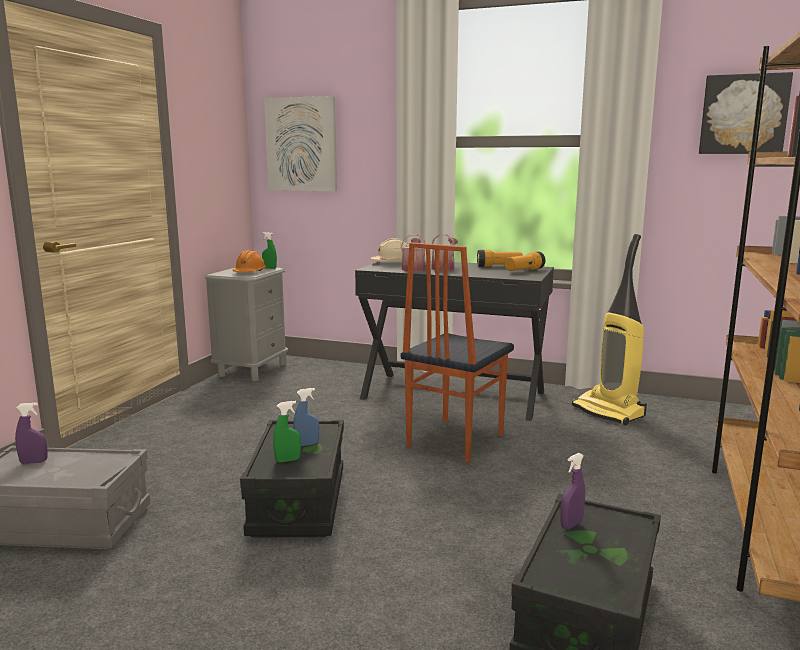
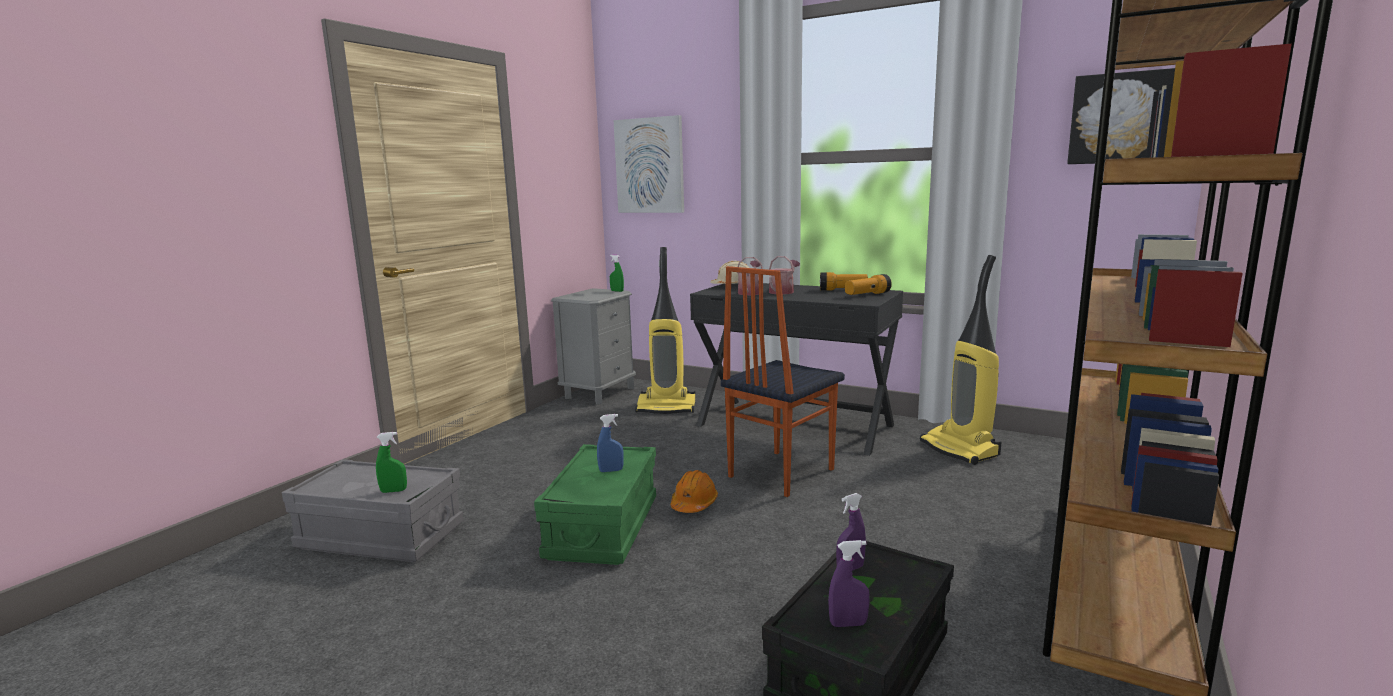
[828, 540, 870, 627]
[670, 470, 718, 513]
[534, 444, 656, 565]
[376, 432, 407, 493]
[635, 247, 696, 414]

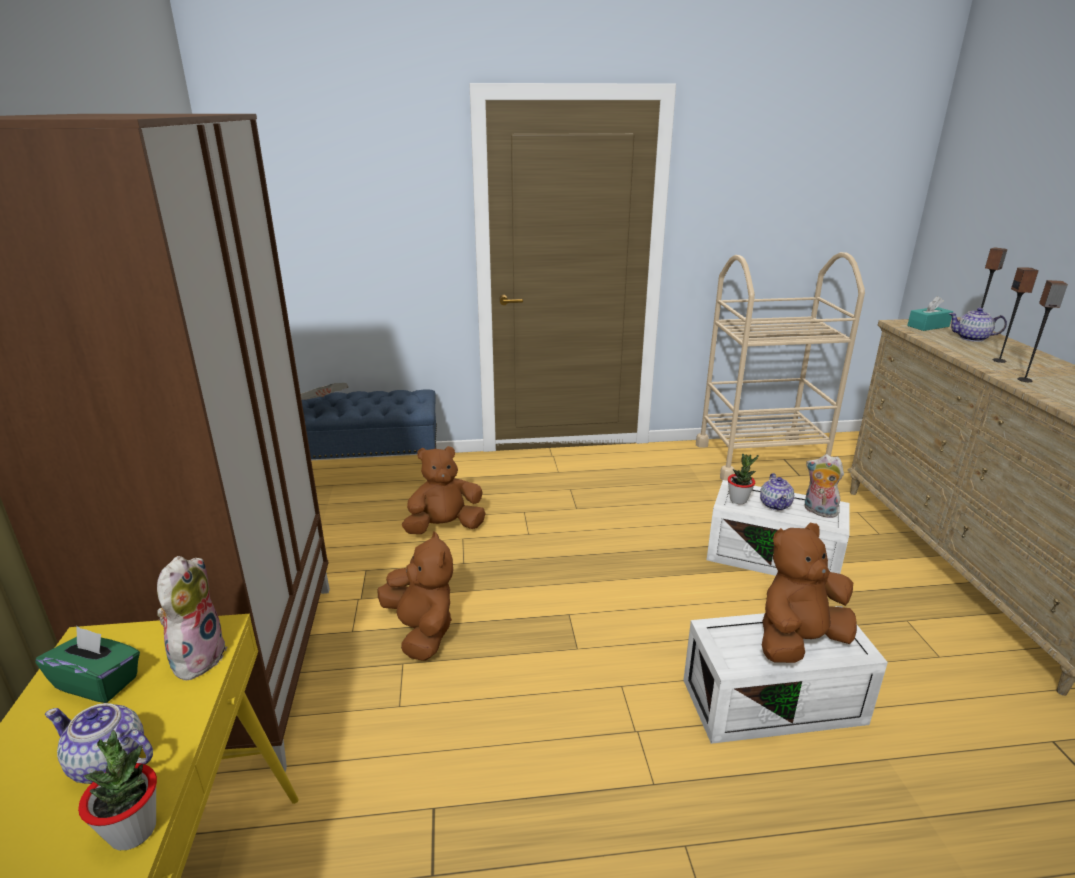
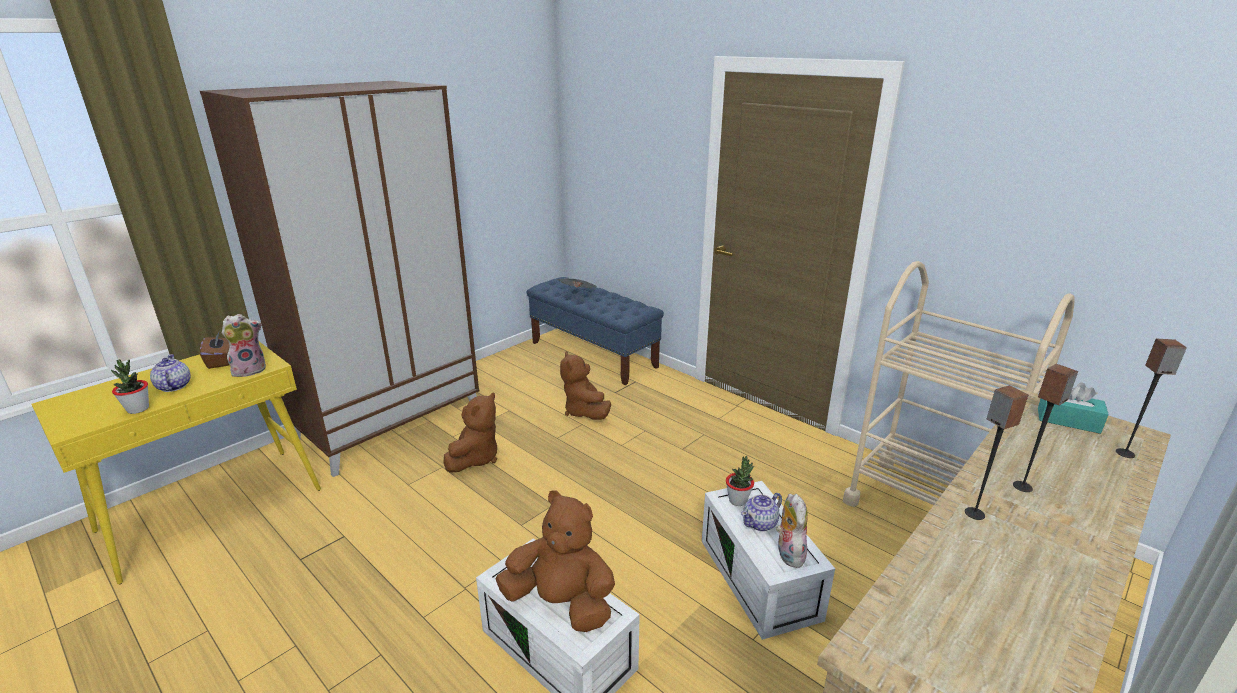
[200, 332, 229, 369]
[560, 351, 611, 420]
[949, 308, 1007, 342] (first image)

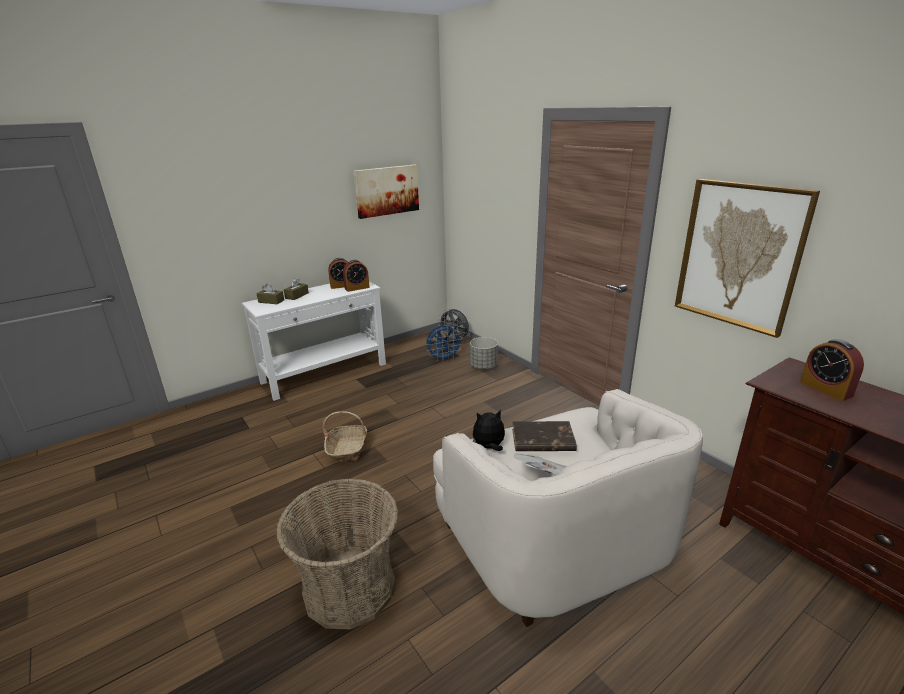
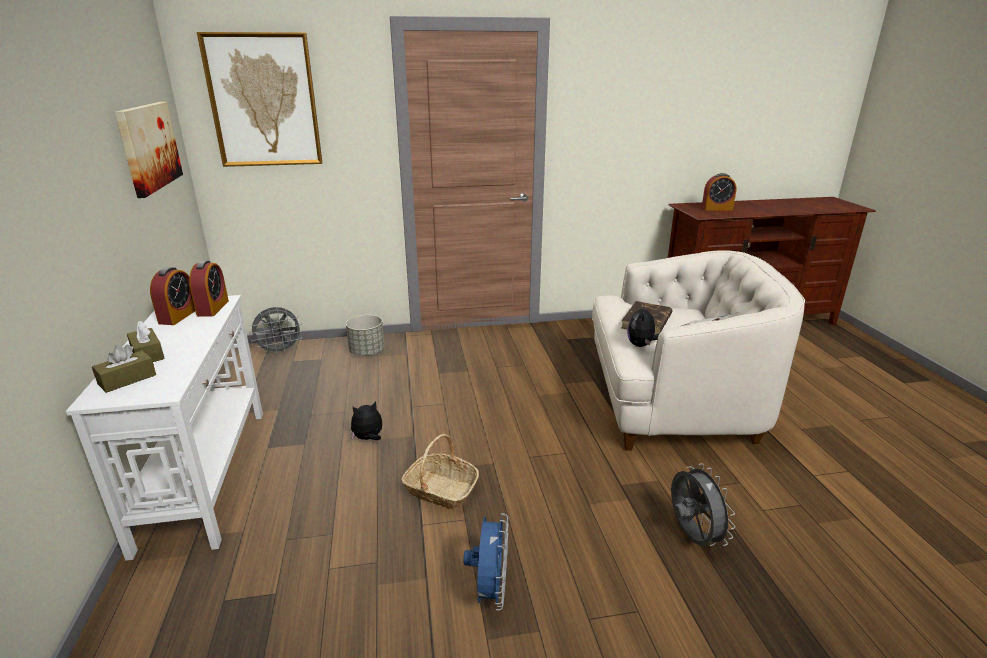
[671, 463, 735, 546]
[463, 513, 508, 610]
[197, 32, 322, 167]
[351, 401, 382, 440]

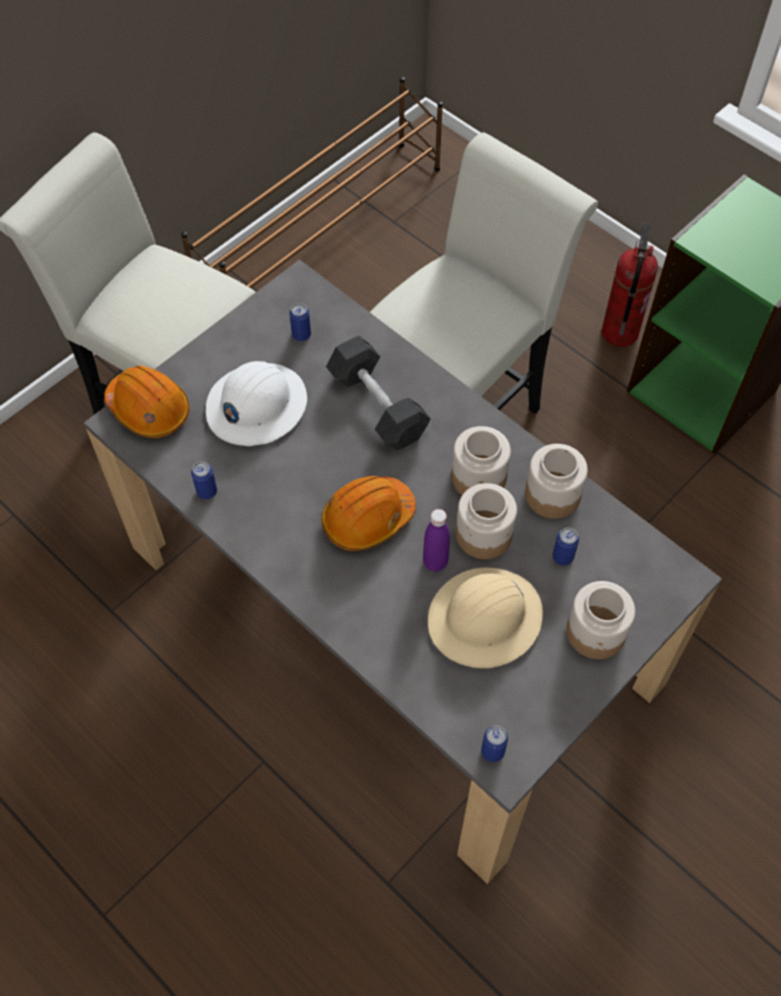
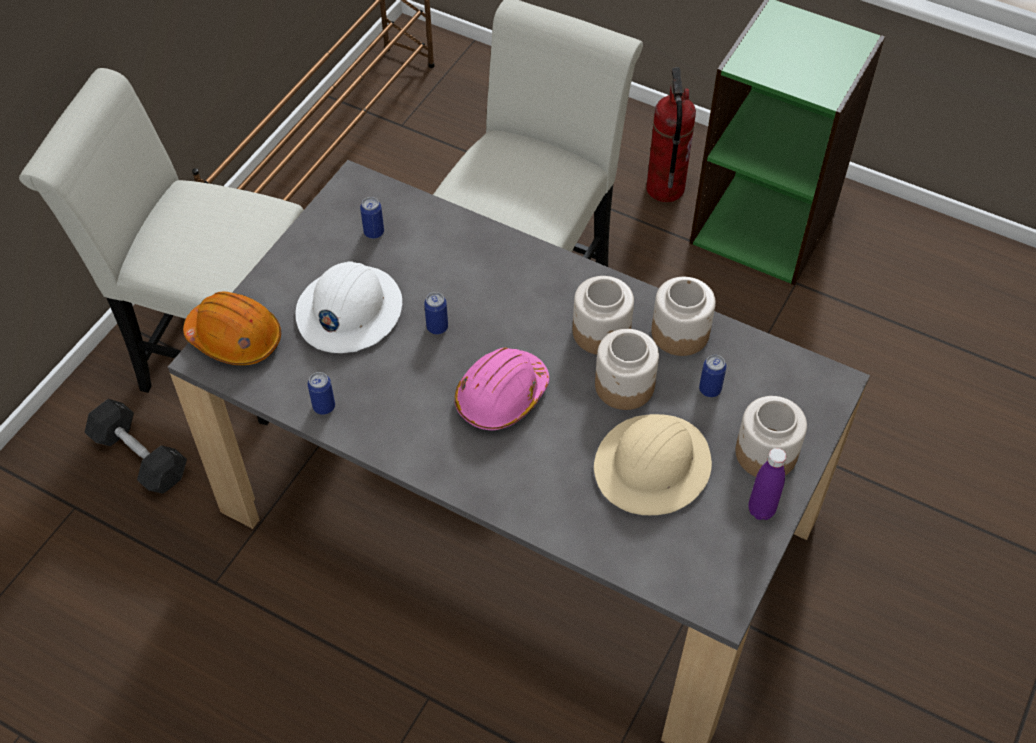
[455, 348, 550, 430]
[84, 399, 187, 494]
[748, 448, 786, 520]
[424, 292, 448, 335]

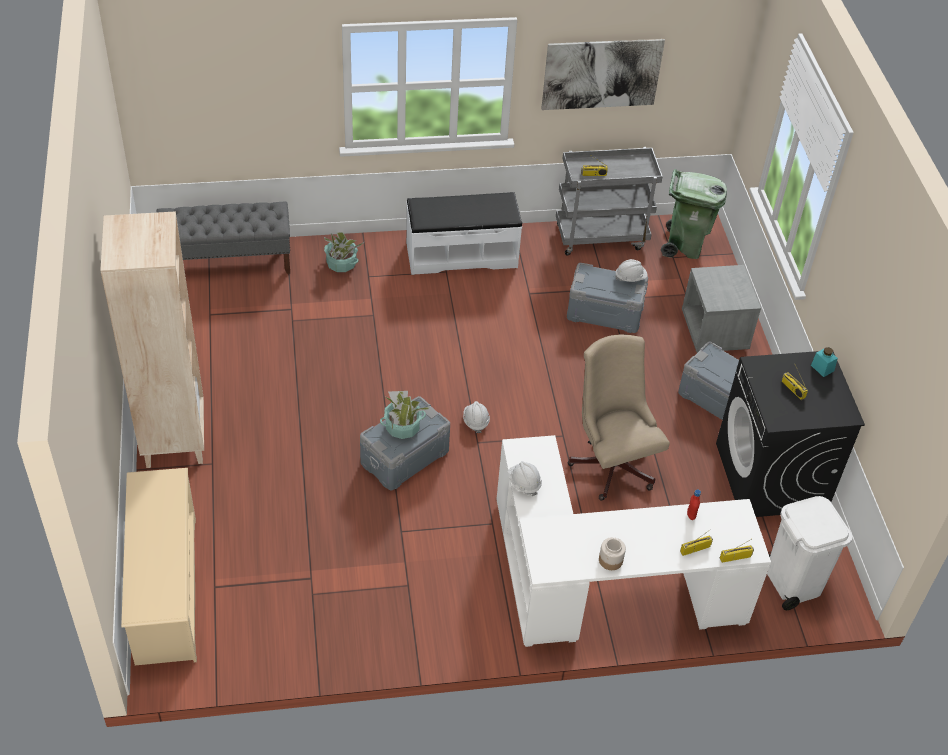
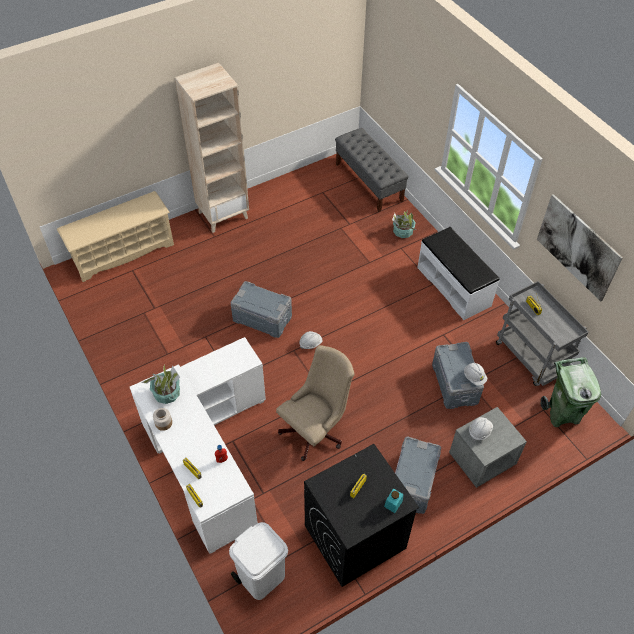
[141, 364, 180, 404]
[469, 417, 493, 442]

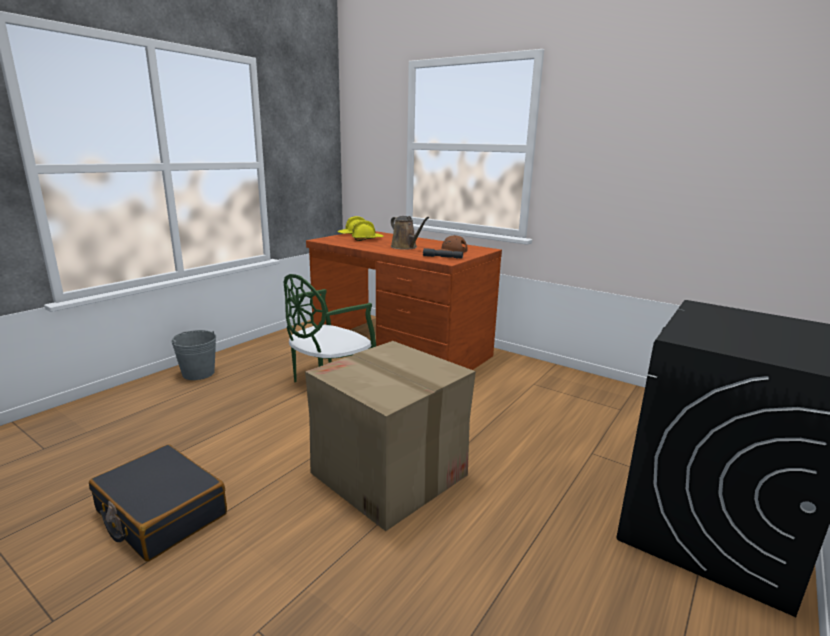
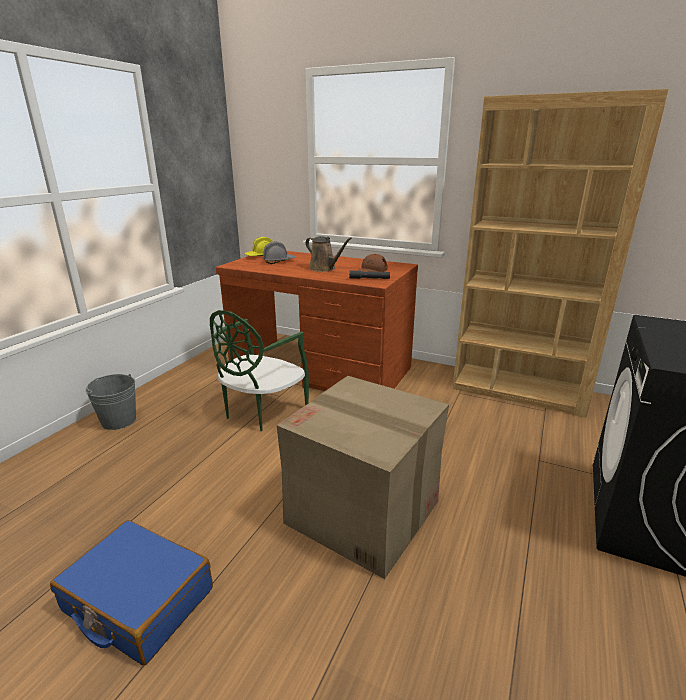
[50, 520, 213, 665]
[262, 242, 296, 264]
[452, 89, 669, 418]

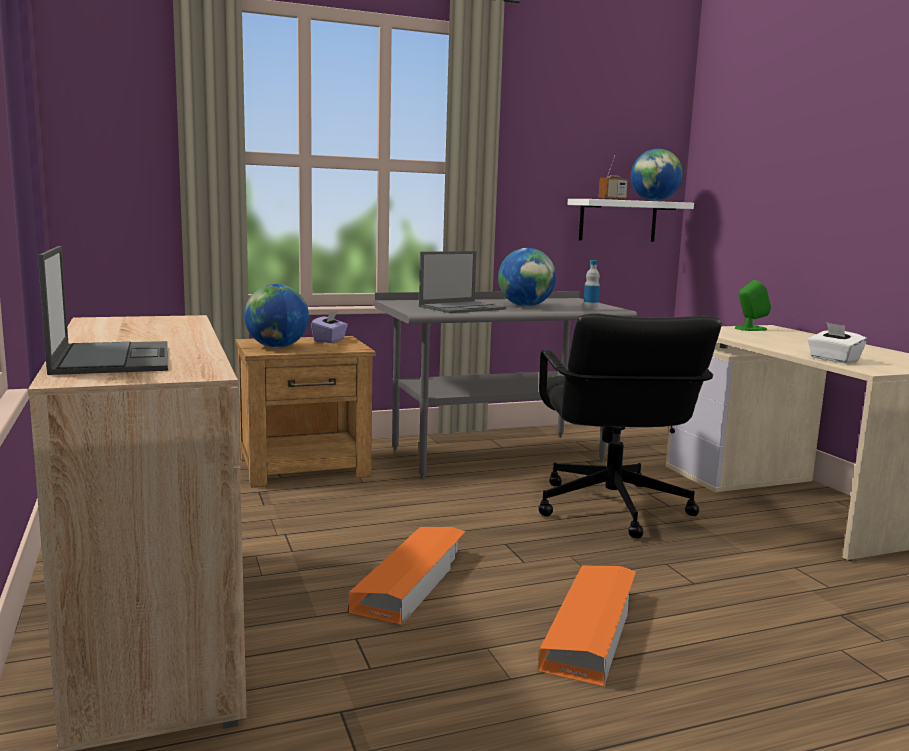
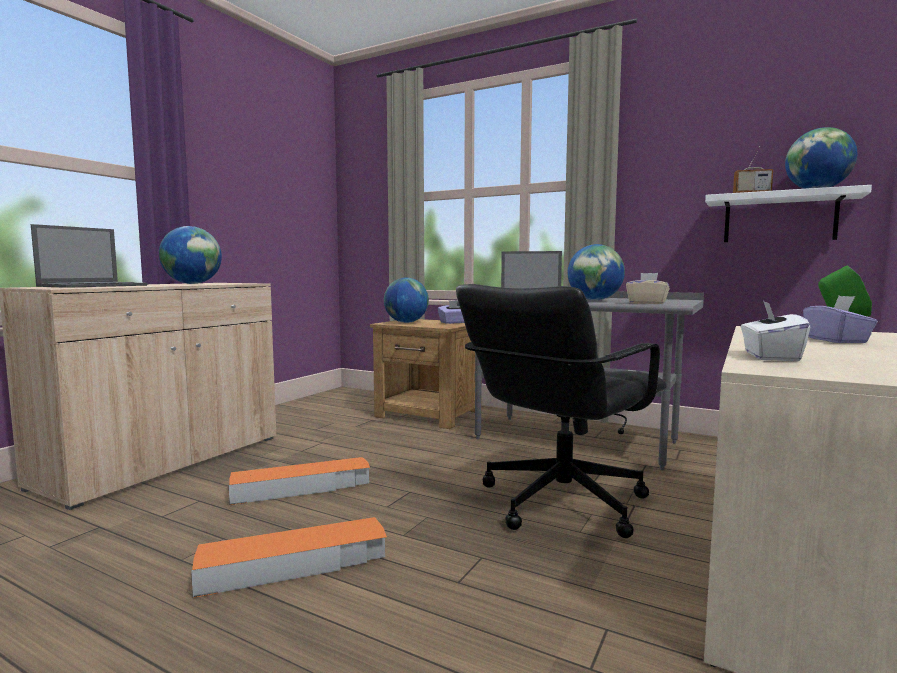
[626, 273, 670, 304]
[159, 226, 222, 284]
[803, 295, 878, 343]

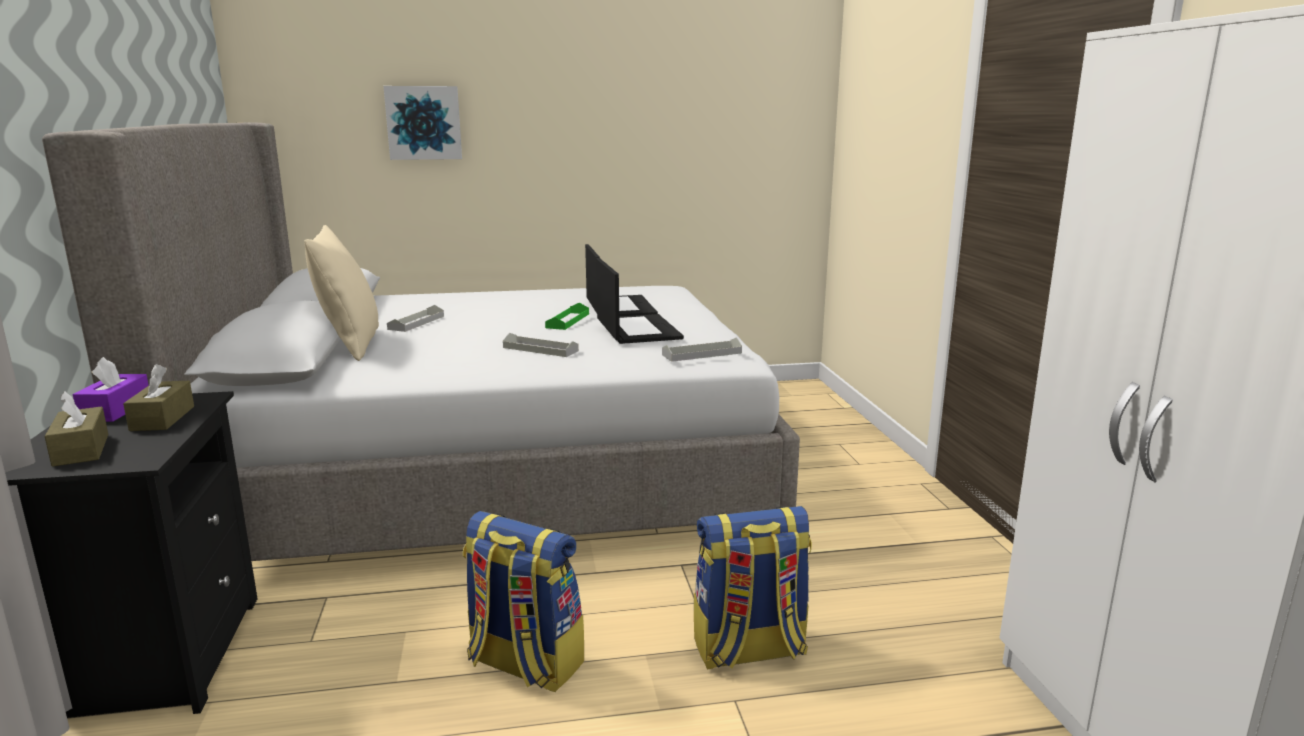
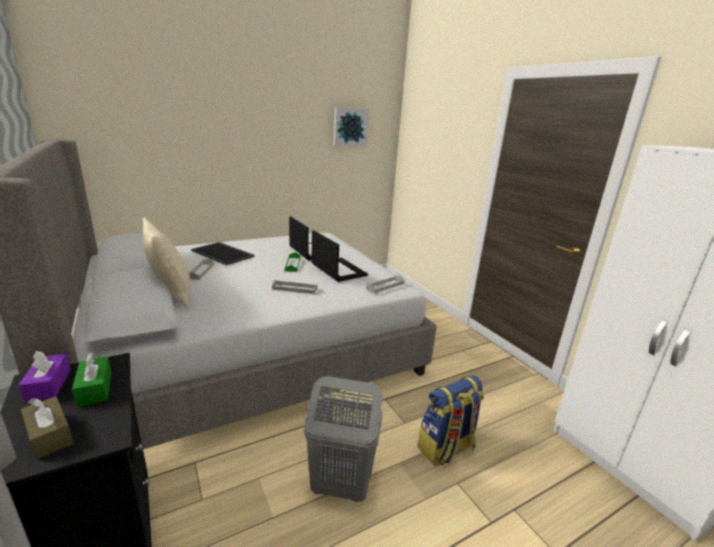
[72, 353, 112, 407]
[333, 107, 369, 146]
[304, 376, 383, 502]
[191, 242, 255, 265]

